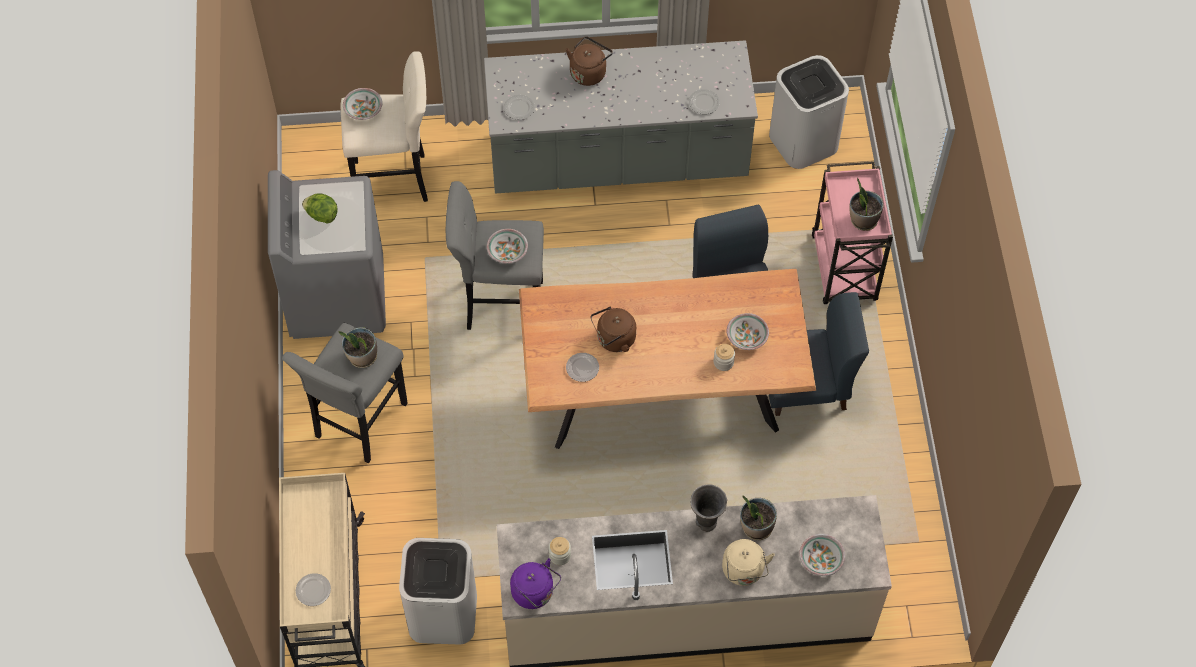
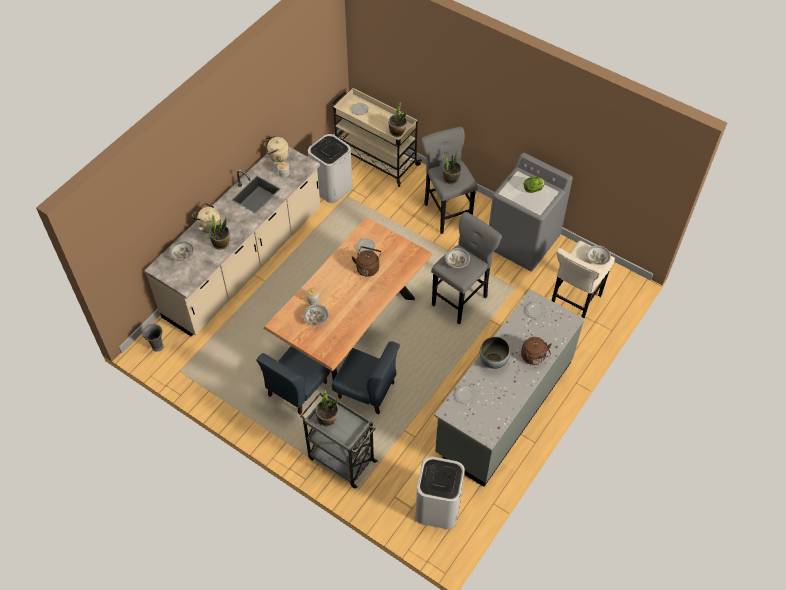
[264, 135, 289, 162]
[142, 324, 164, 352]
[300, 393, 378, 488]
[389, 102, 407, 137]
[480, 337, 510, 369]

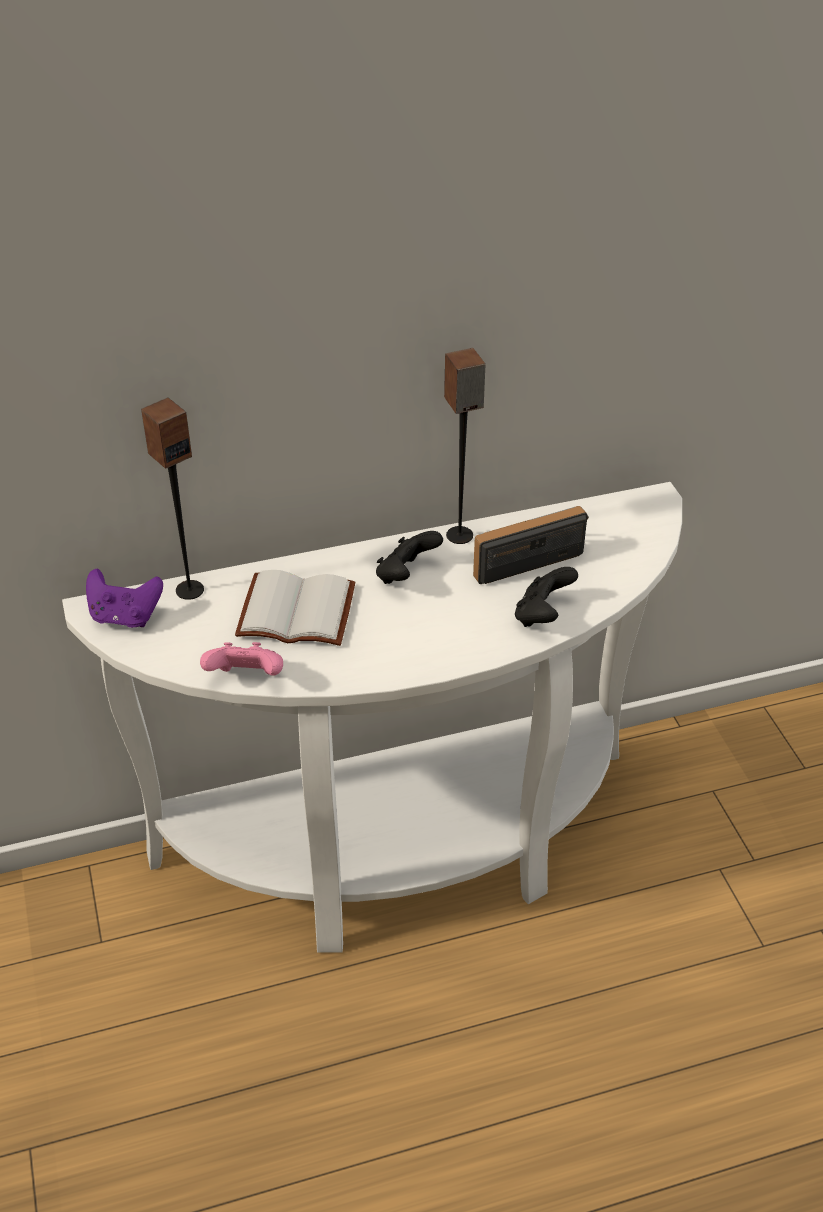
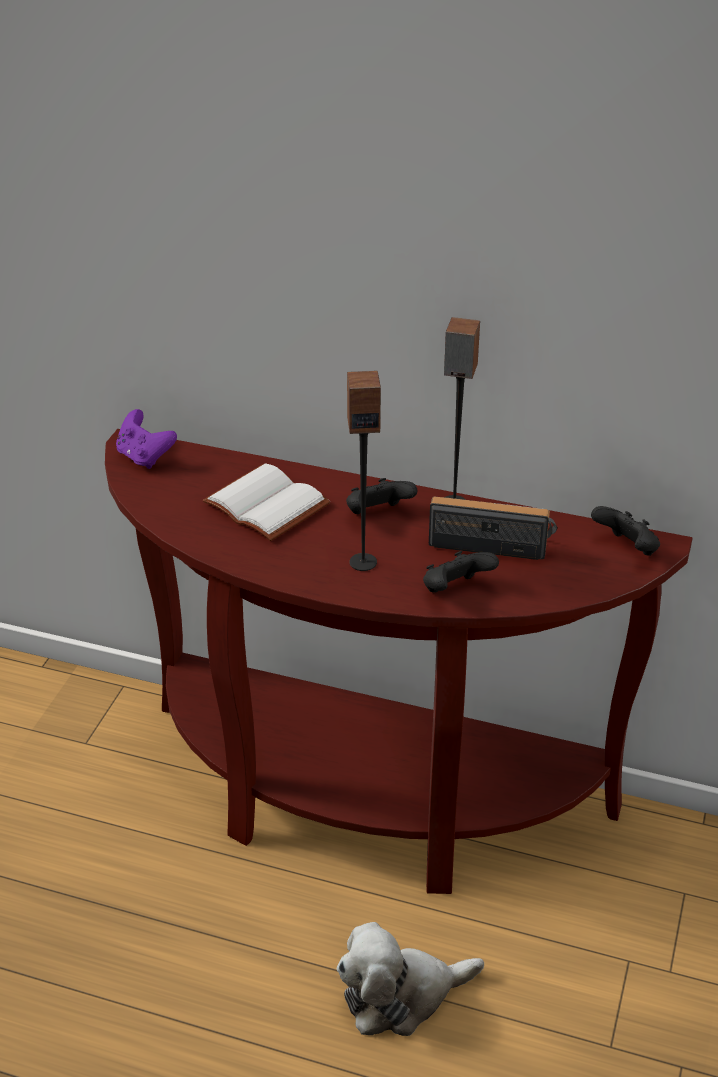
[105, 429, 693, 894]
[347, 370, 381, 571]
[200, 642, 283, 676] (first image)
[337, 922, 484, 1036]
[591, 506, 660, 556]

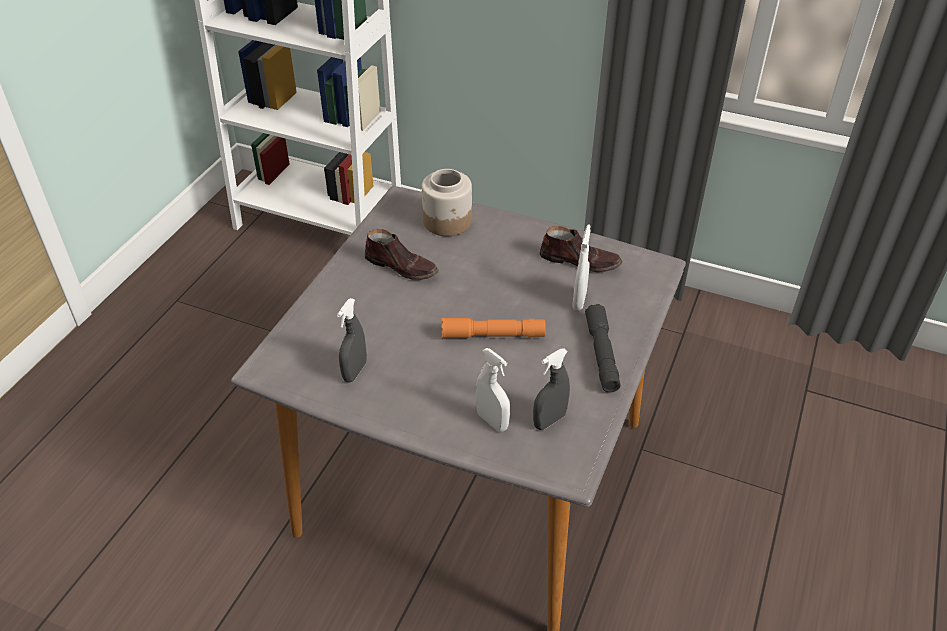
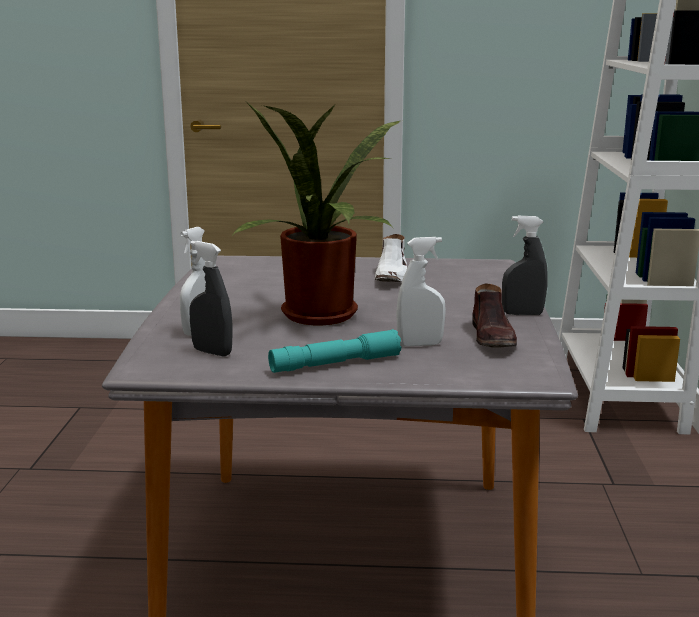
[502, 216, 548, 315]
[375, 234, 407, 282]
[422, 169, 472, 236] (first image)
[232, 103, 400, 325]
[268, 329, 402, 373]

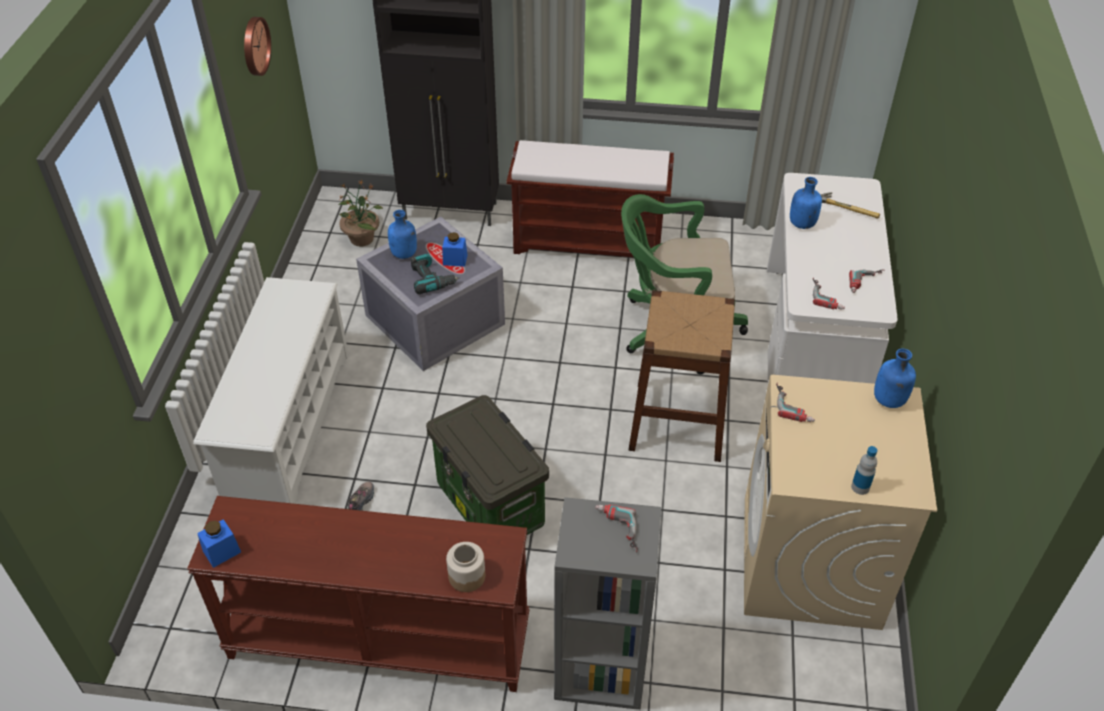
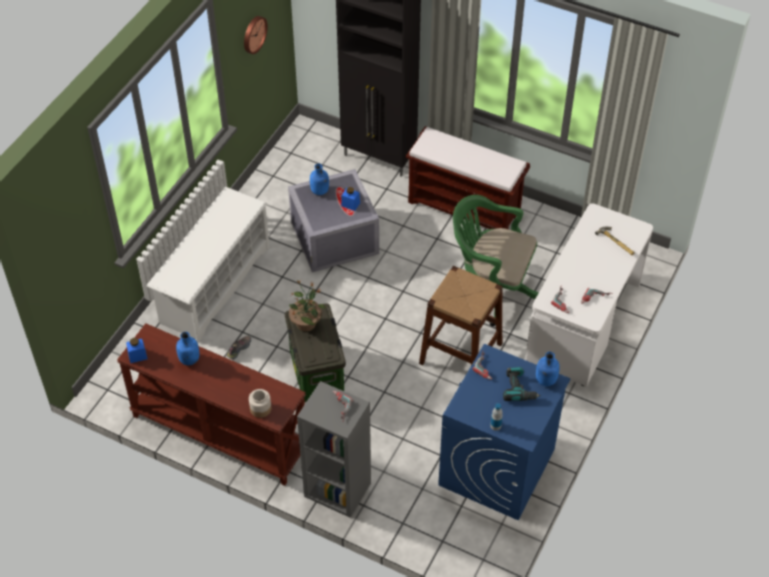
[289, 280, 326, 332]
[503, 367, 541, 401]
[438, 344, 571, 520]
[176, 332, 199, 366]

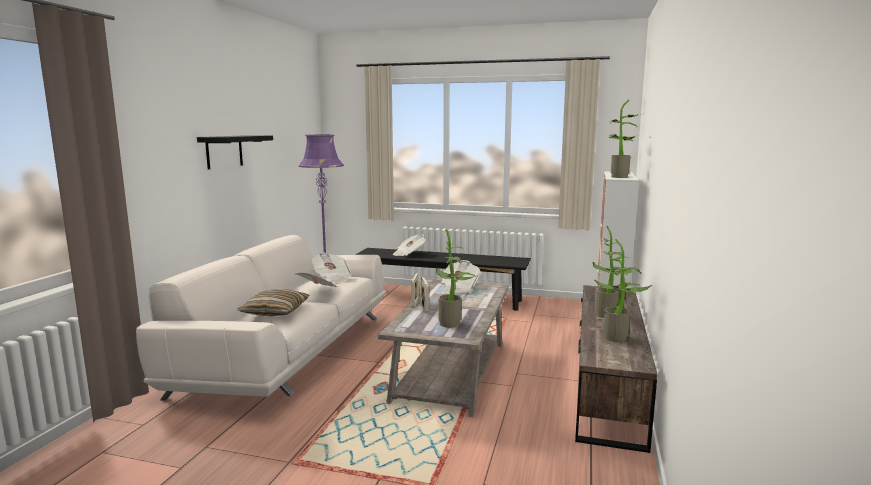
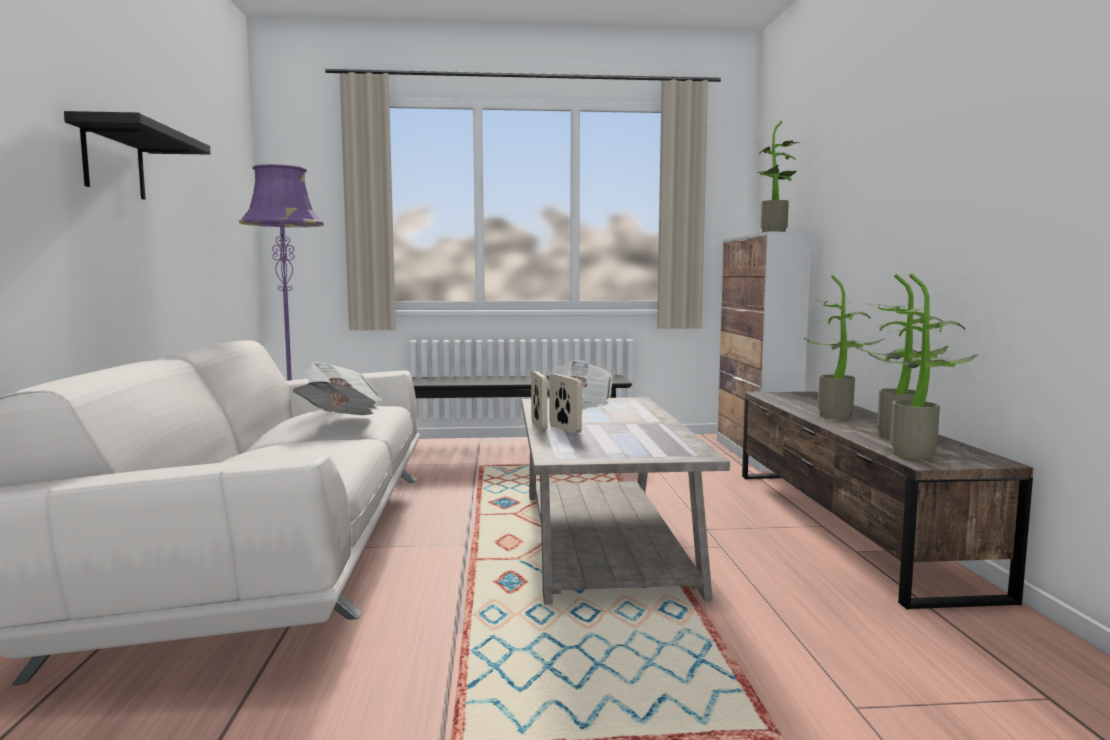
[237, 289, 309, 316] (first image)
[393, 234, 425, 256] (first image)
[868, 273, 978, 459]

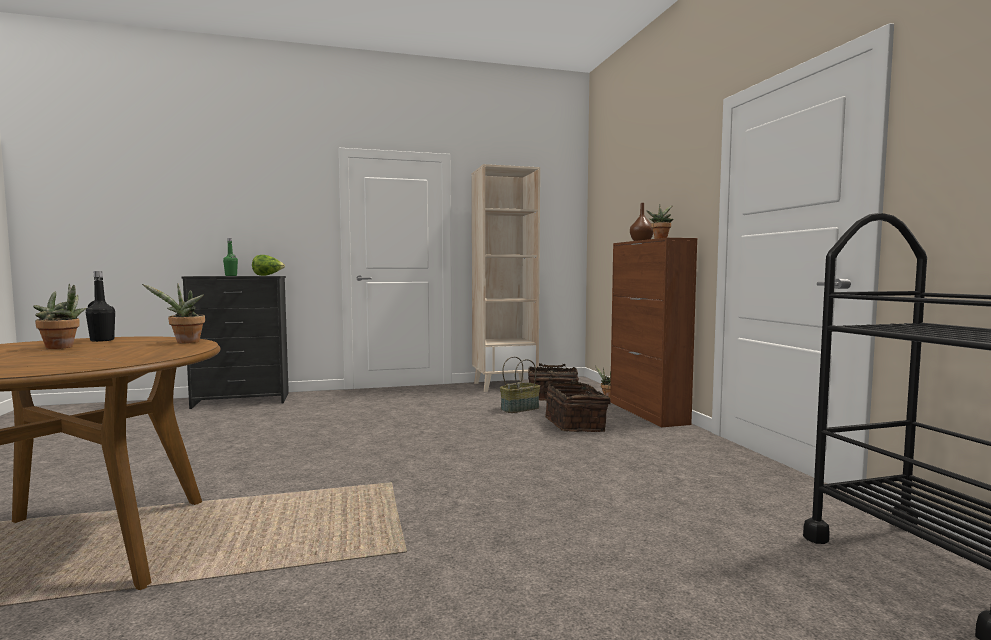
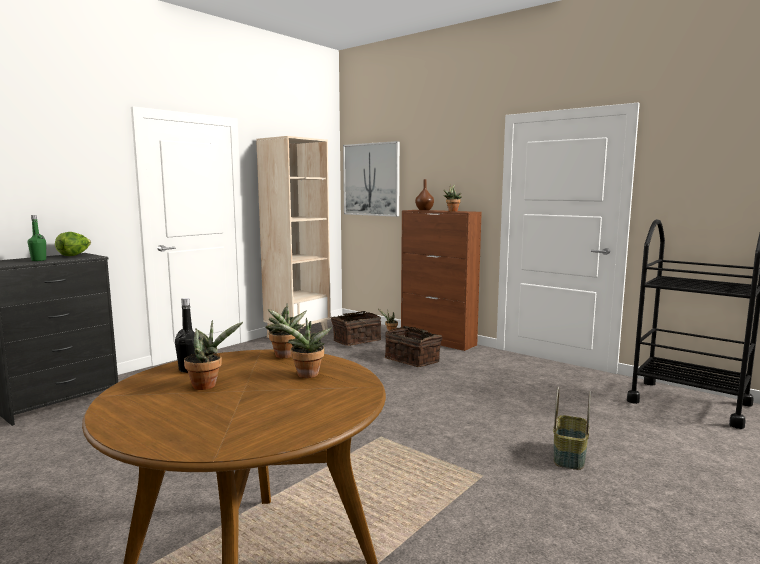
[553, 387, 591, 470]
[277, 317, 332, 378]
[343, 141, 400, 217]

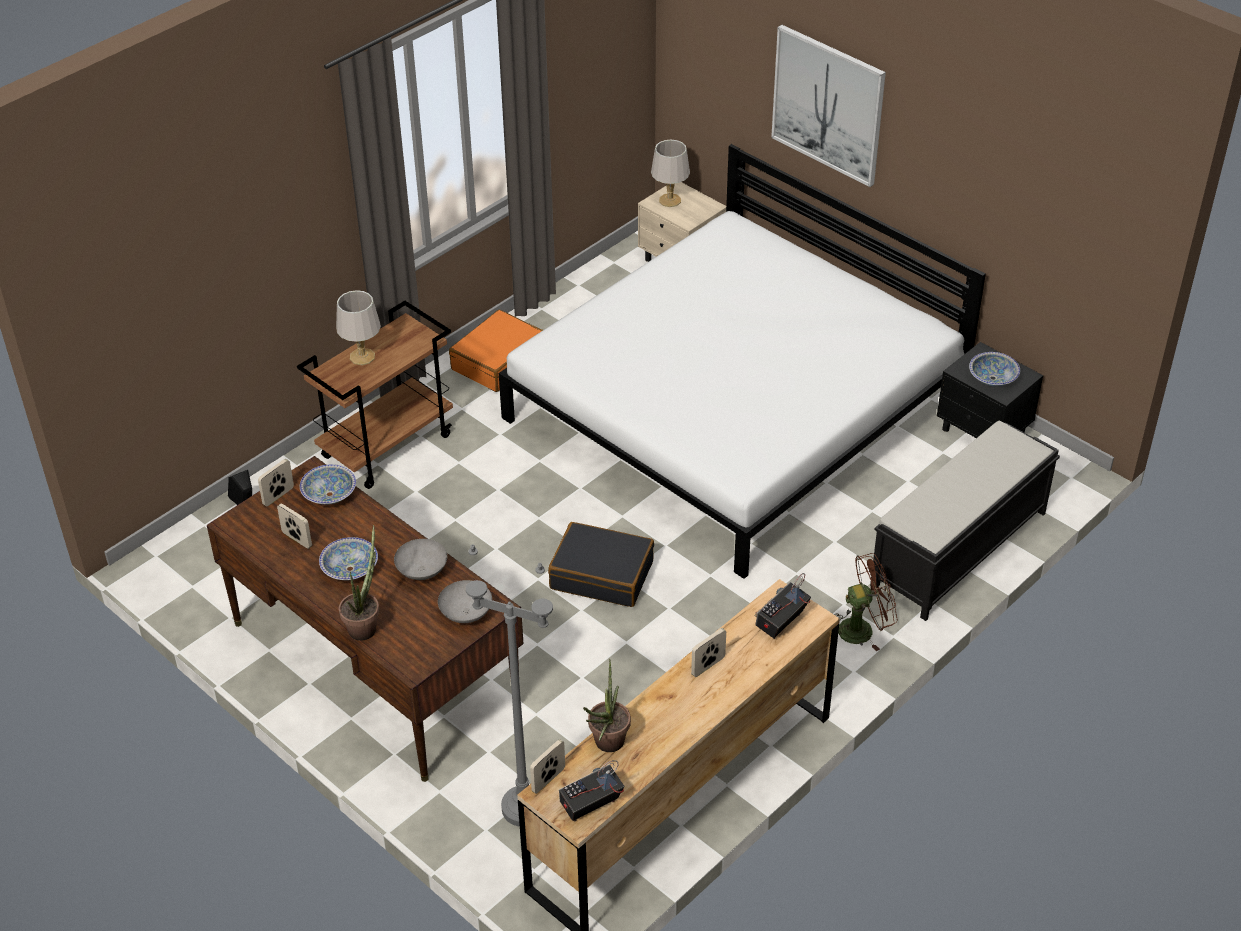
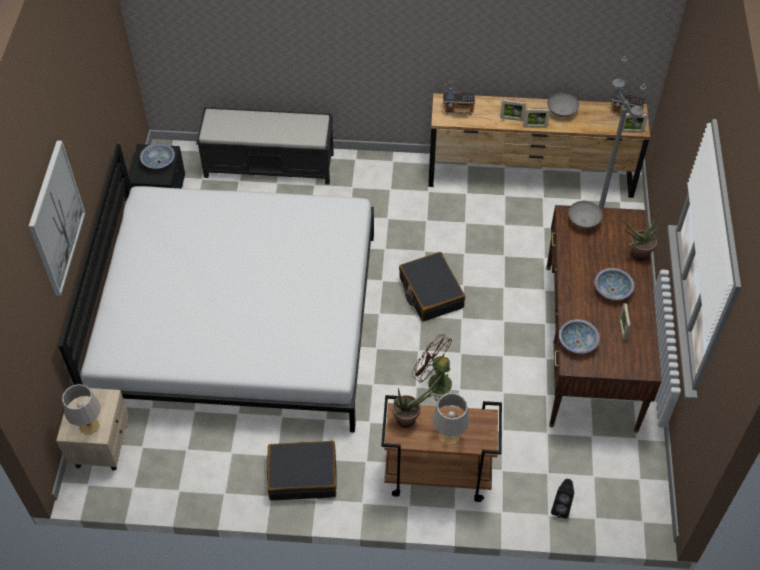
[523, 109, 550, 128]
[547, 93, 579, 117]
[267, 441, 337, 500]
[392, 375, 442, 428]
[412, 334, 452, 400]

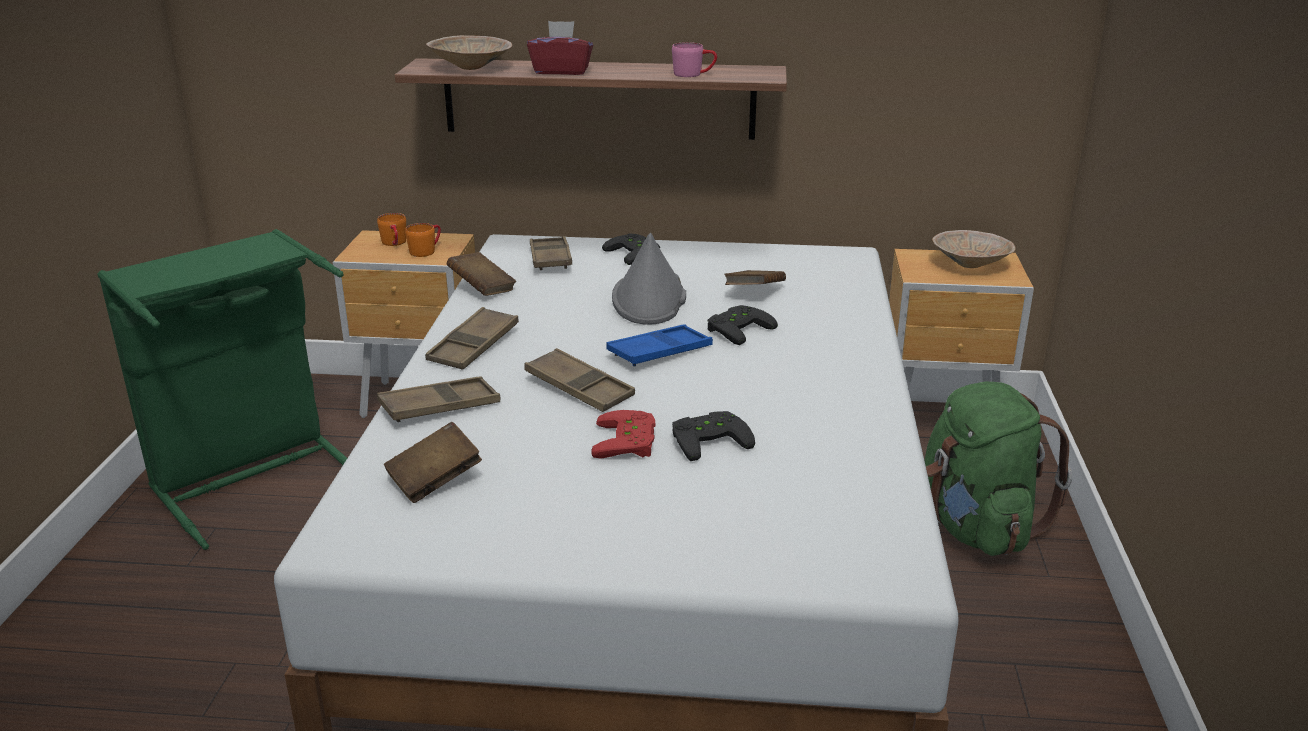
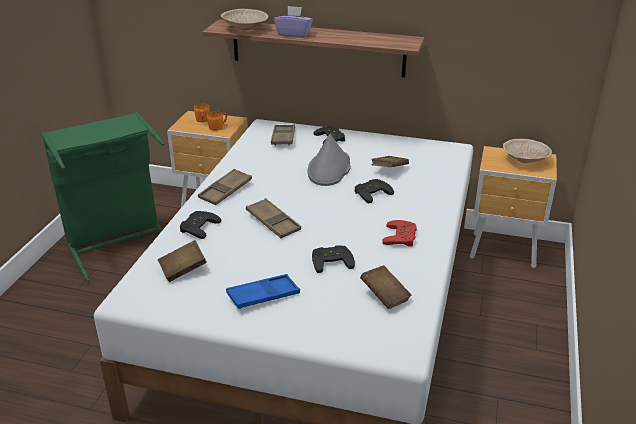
[180, 211, 221, 239]
[360, 265, 412, 309]
[274, 6, 313, 38]
[382, 220, 417, 247]
[226, 274, 300, 309]
[672, 42, 717, 77] (first image)
[924, 382, 1072, 556] (first image)

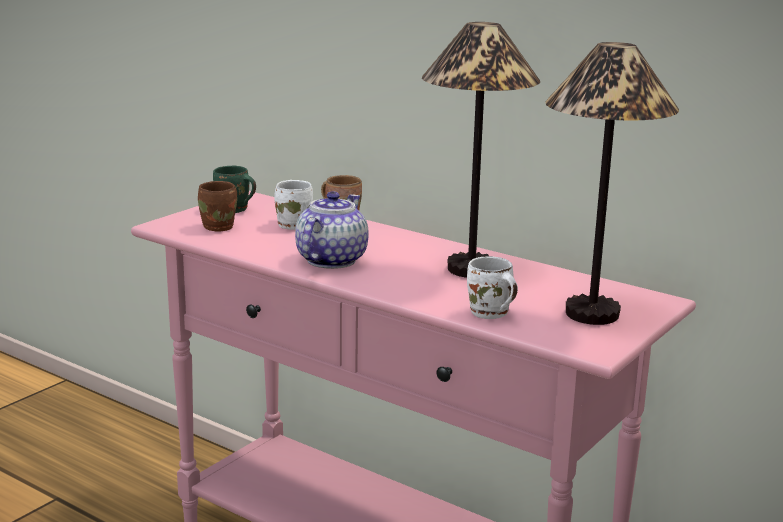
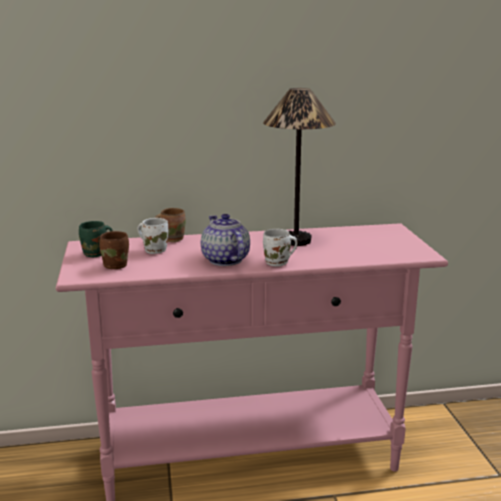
[263, 229, 298, 267]
[545, 42, 679, 325] (first image)

